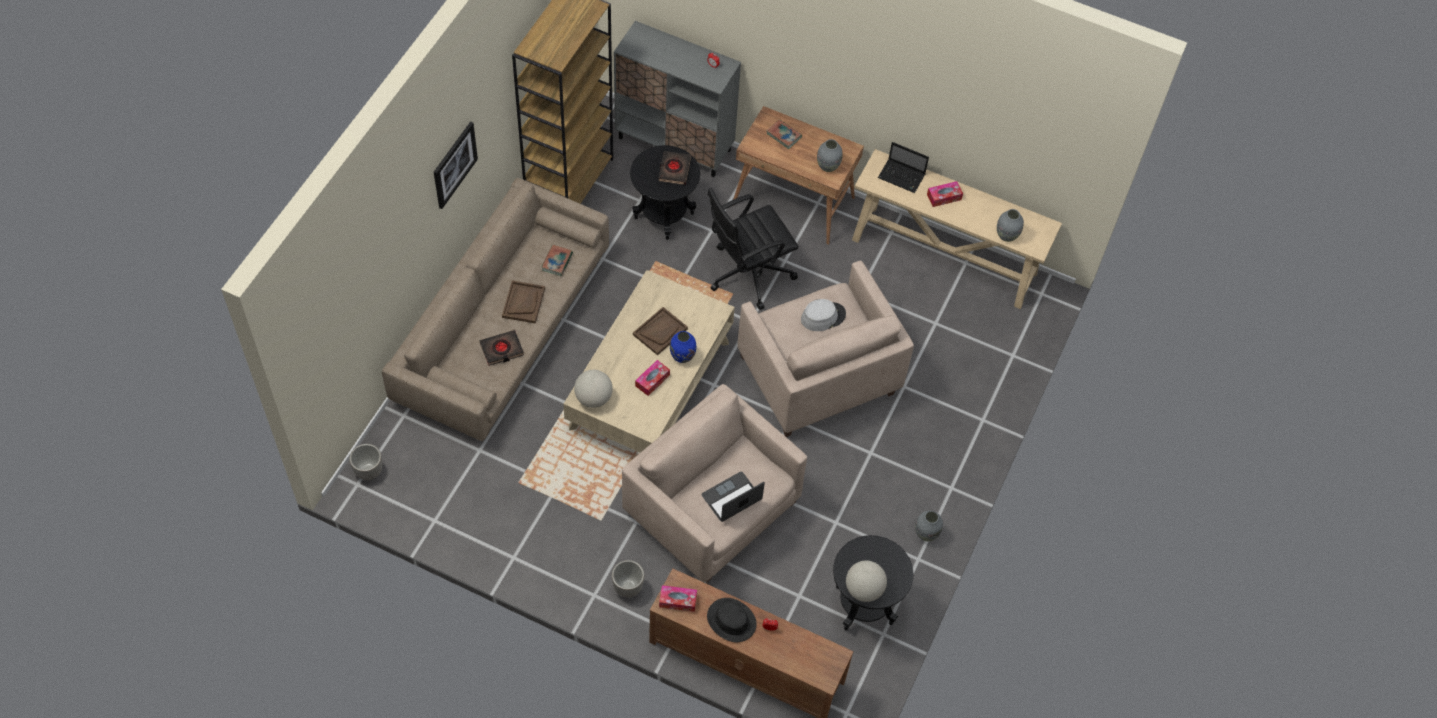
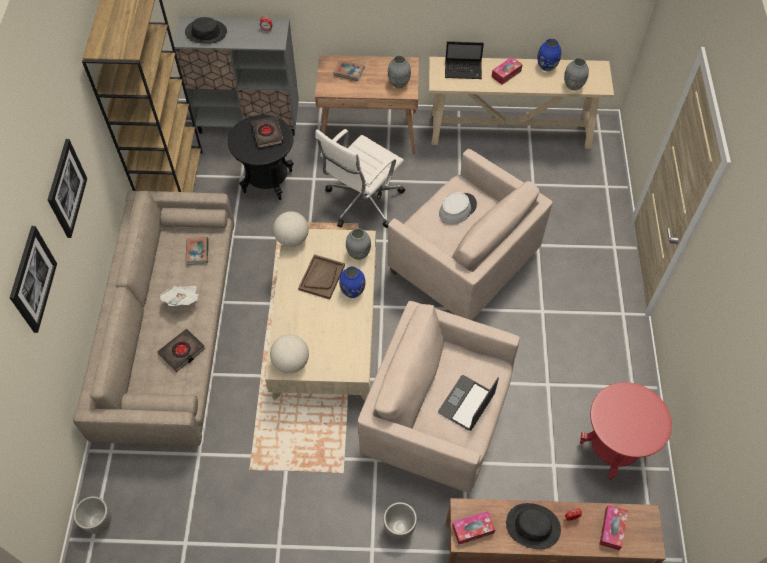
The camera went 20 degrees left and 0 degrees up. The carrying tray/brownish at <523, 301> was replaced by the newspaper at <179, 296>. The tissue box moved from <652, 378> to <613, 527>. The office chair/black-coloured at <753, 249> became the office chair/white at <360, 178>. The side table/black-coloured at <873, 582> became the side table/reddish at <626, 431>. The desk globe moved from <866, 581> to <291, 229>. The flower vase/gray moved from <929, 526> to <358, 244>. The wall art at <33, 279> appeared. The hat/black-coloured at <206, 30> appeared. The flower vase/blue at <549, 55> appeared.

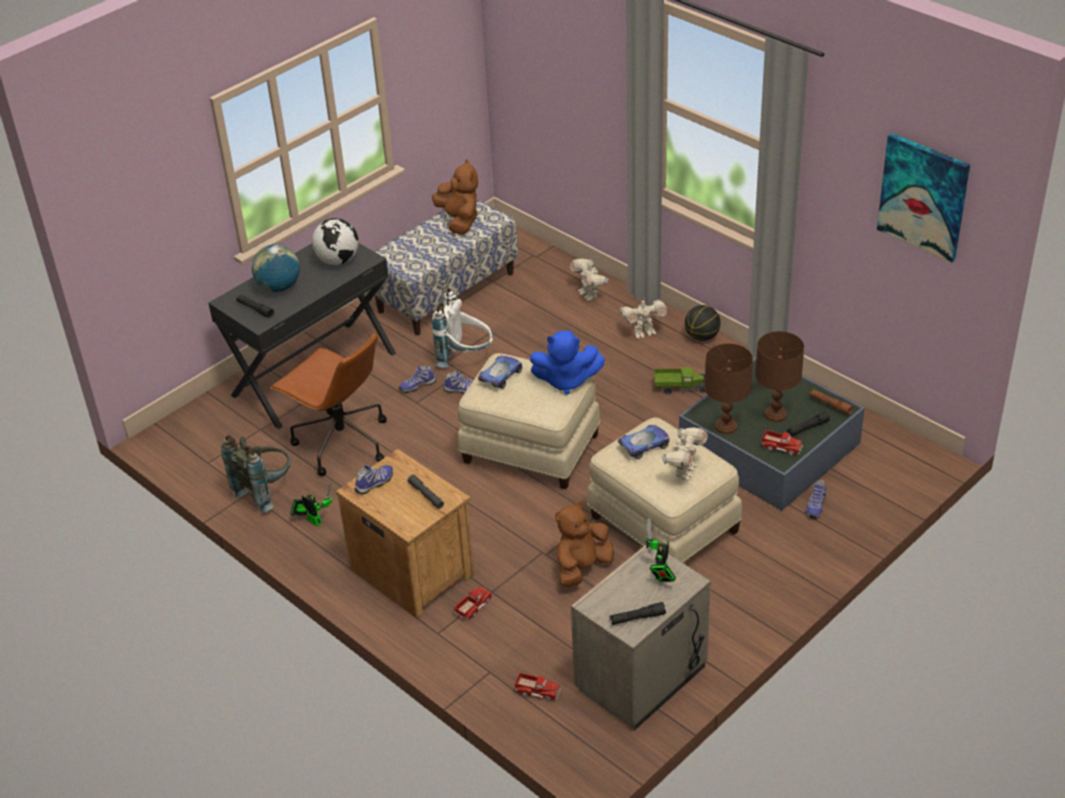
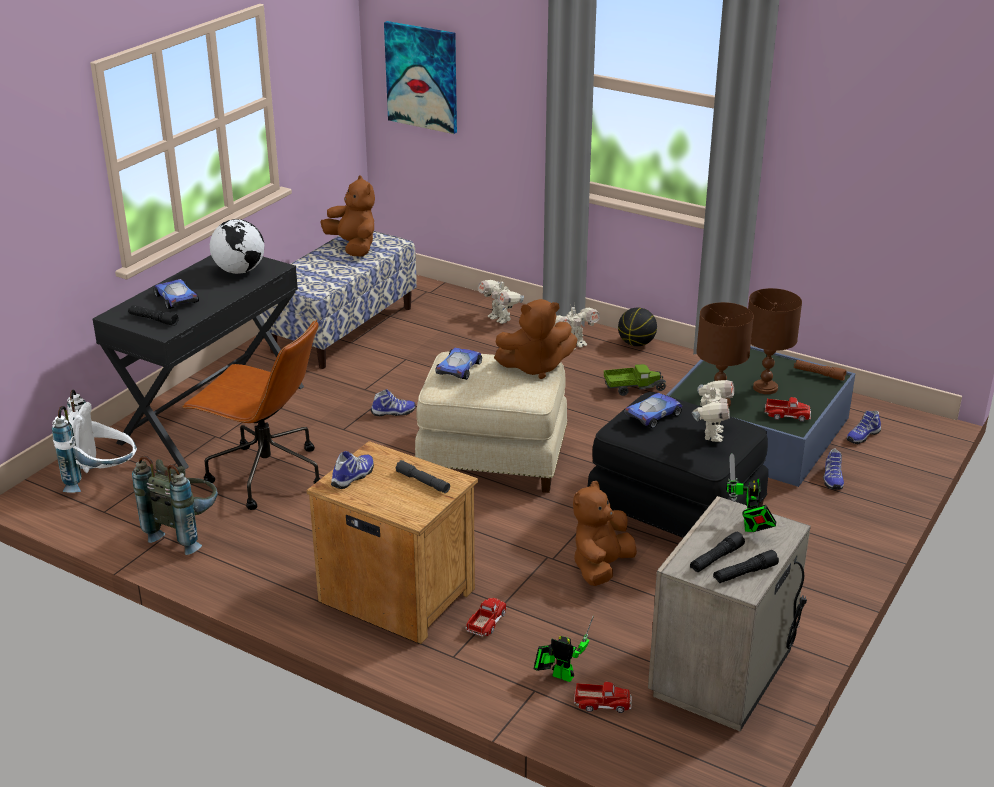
The camera went 15 degrees left and 10 degrees down. The desk globe at <276, 268> was replaced by the model car at <176, 294>. The model robot moved from <311, 505> to <563, 649>. The item of footwear moved from <417, 379> to <863, 427>. The knapsack/white moved from <462, 328> to <94, 441>. The soft toy/blue at <567, 363> became the soft toy/brownish at <535, 339>. The footrest/beige at <664, 490> became the footrest/black-coloured at <677, 465>. The torch/black-coloured moved from <808, 423> to <717, 552>. The wall art moved from <923, 198> to <420, 77>.

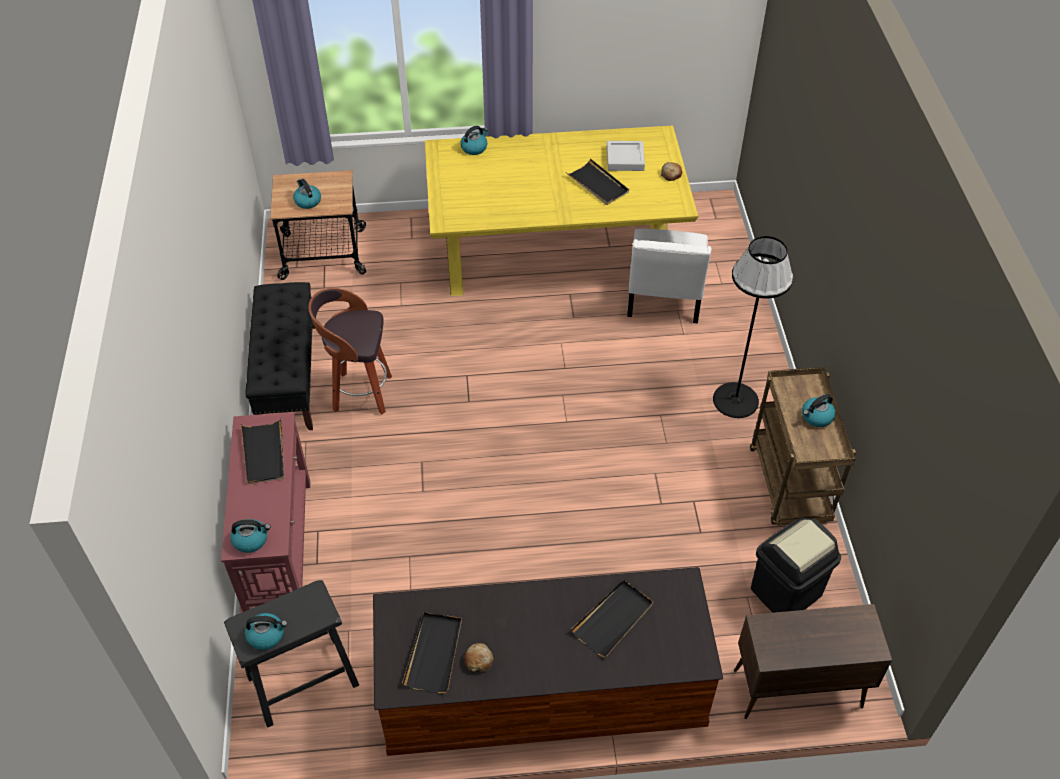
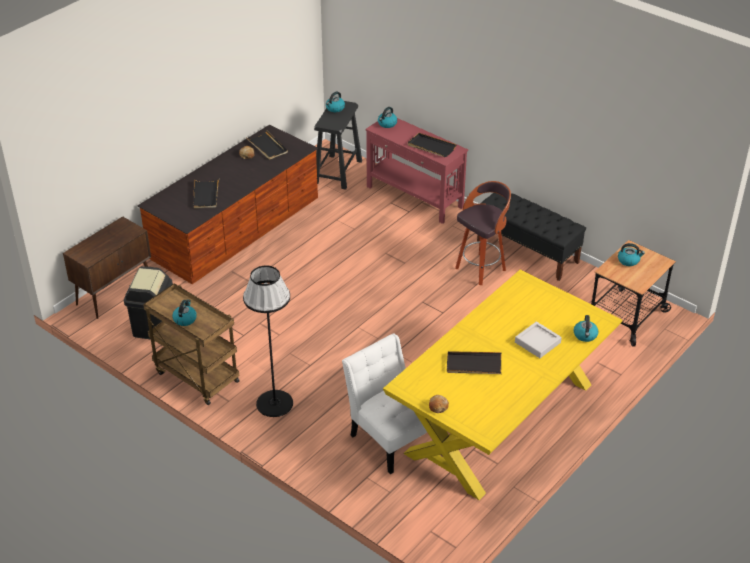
The camera went 135 degrees right and 10 degrees down. The carrying tray/gray moved from <626, 156> to <538, 339>.

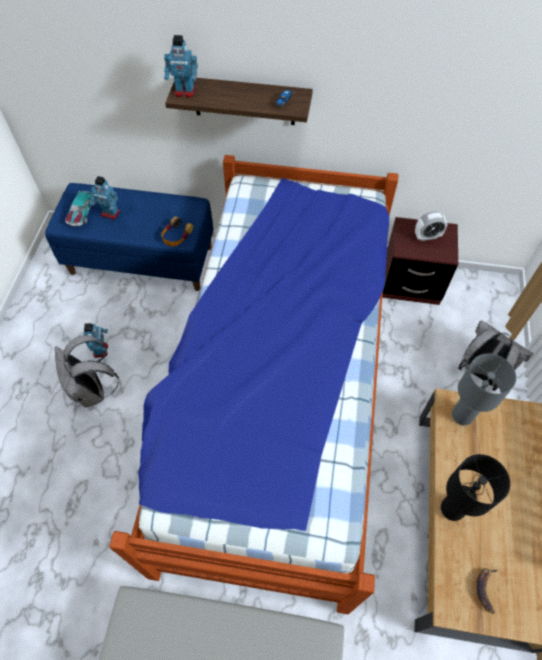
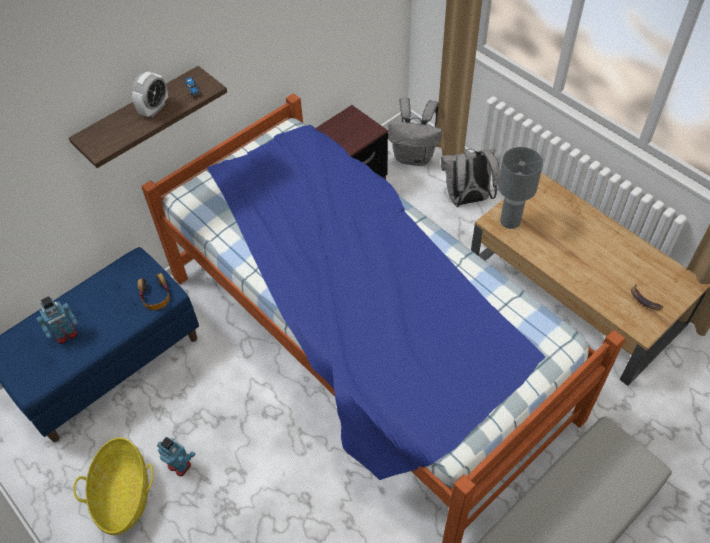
The camera went 50 degrees left and 5 degrees down. The knapsack/gray moved from <86, 371> to <415, 131>. The model car at <80, 209> disappeared. The model robot at <181, 66> disappeared. The alarm clock moved from <431, 226> to <150, 94>. The tabletop lamp/black-coloured at <475, 487> disappeared. The basket at <113, 486> appeared.

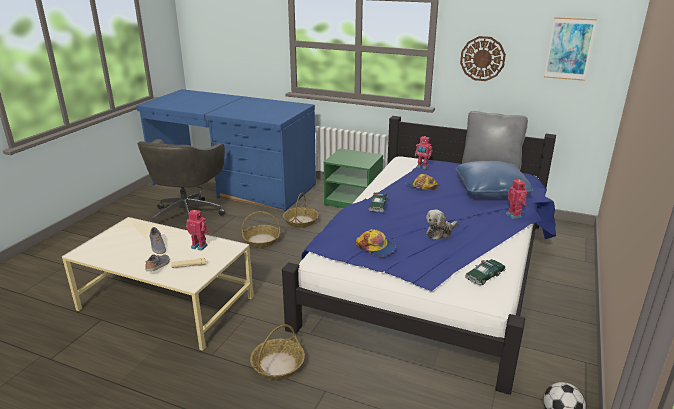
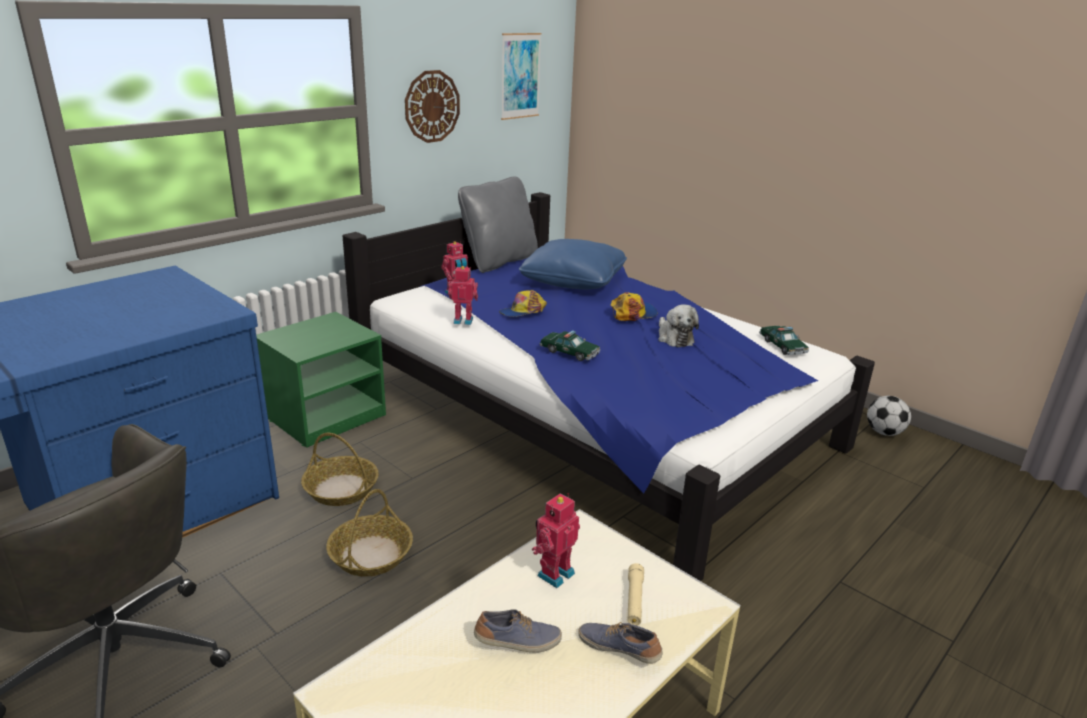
The camera went 70 degrees left and 0 degrees up. The basket at <277, 352> disappeared. The peaked cap moved from <376, 243> to <634, 306>. The model robot moved from <516, 198> to <463, 295>.

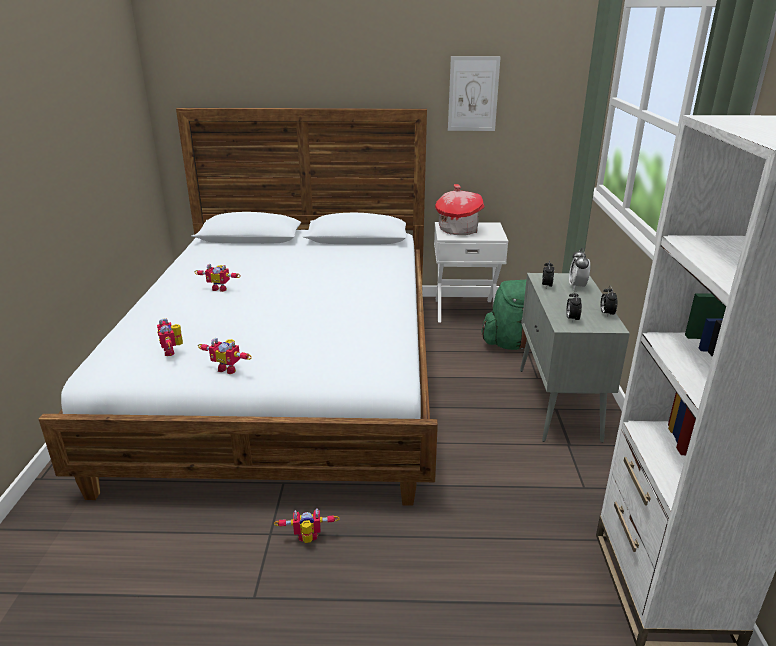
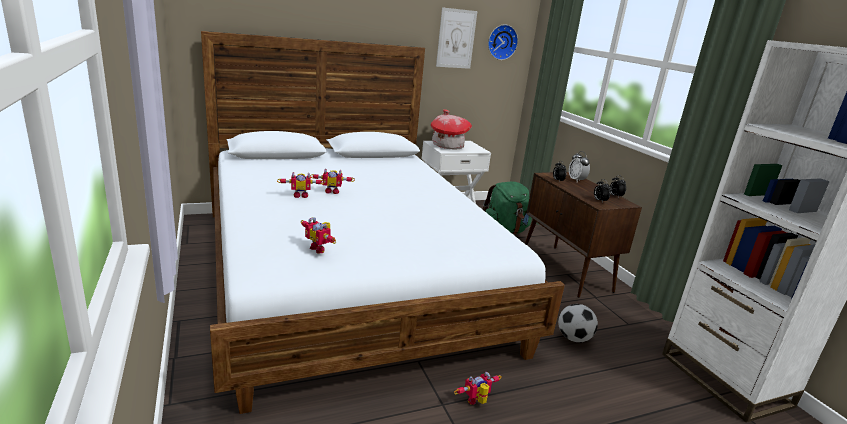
The camera went 25 degrees left and 5 degrees down. The model robot moved from <225, 356> to <332, 181>. The storage cabinet/gray at <575, 358> became the storage cabinet/brownish at <583, 235>. The clock on the wall at <503, 42> appeared. The ball for football at <578, 323> appeared.

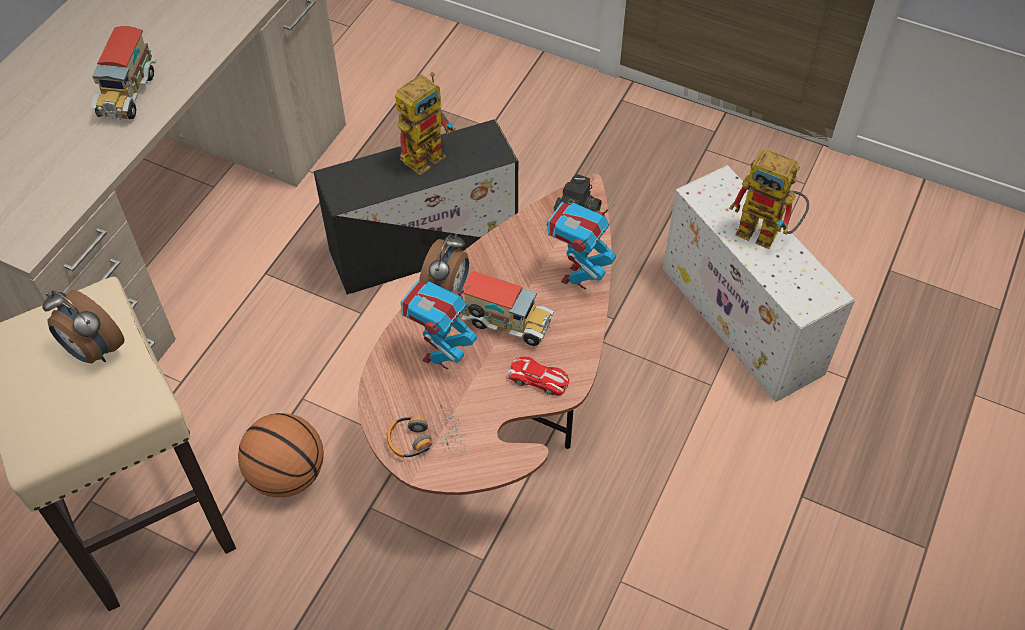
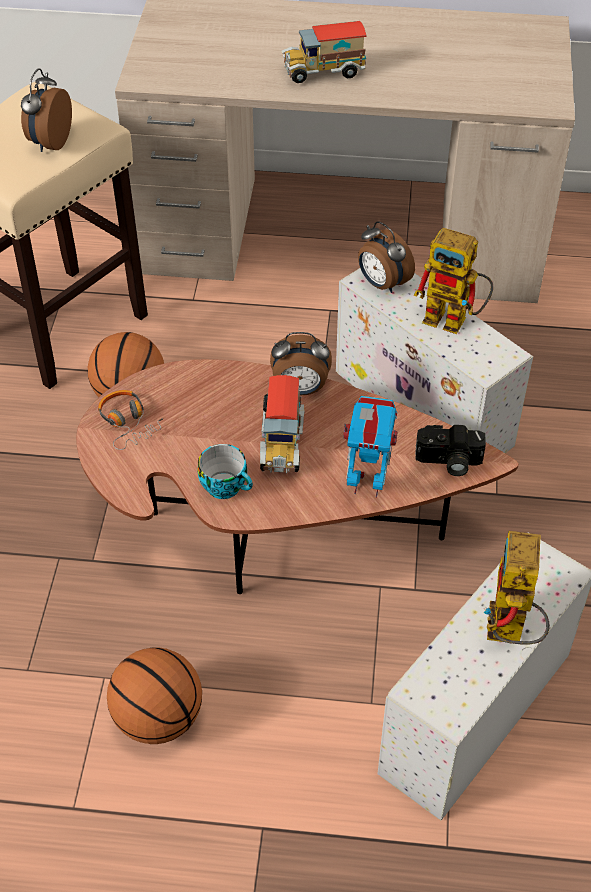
The camera went 70 degrees right and 5 degrees down. The storage box/black-coloured at <415, 206> became the storage box/white at <434, 360>. The model robot at <439, 324> disappeared. The model car at <537, 376> was replaced by the cup at <225, 471>. The basketball ball at <154, 695> appeared. The alarm clock at <386, 257> appeared.

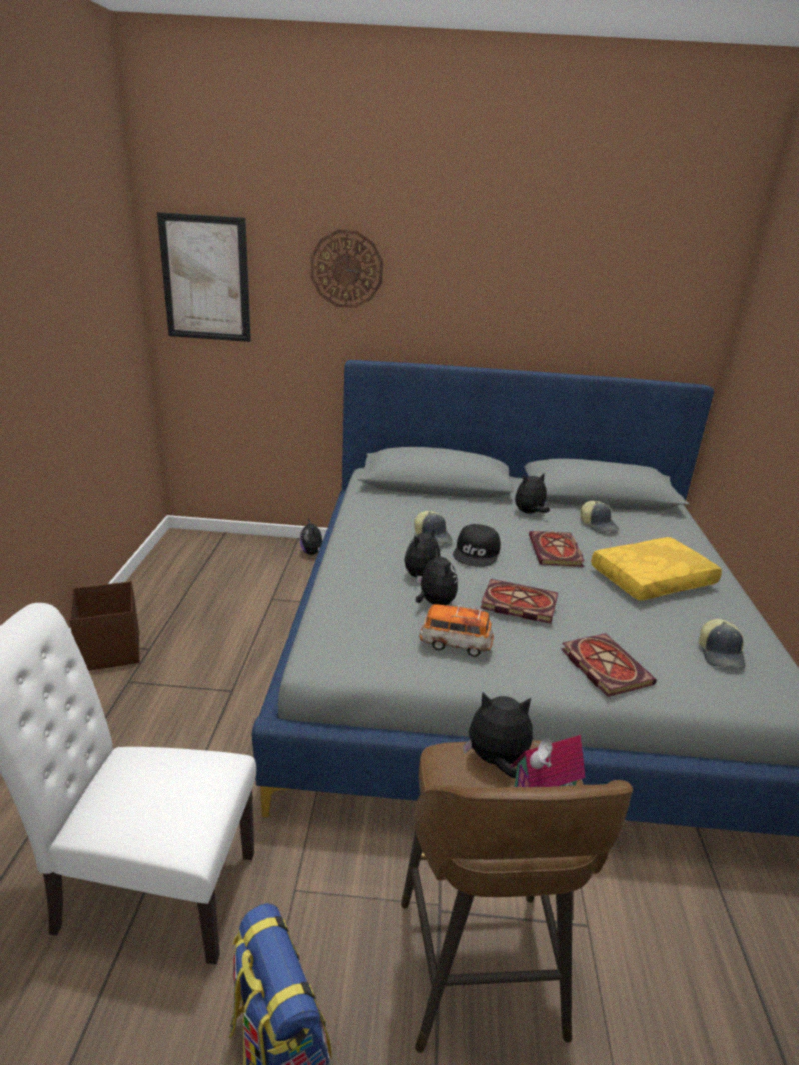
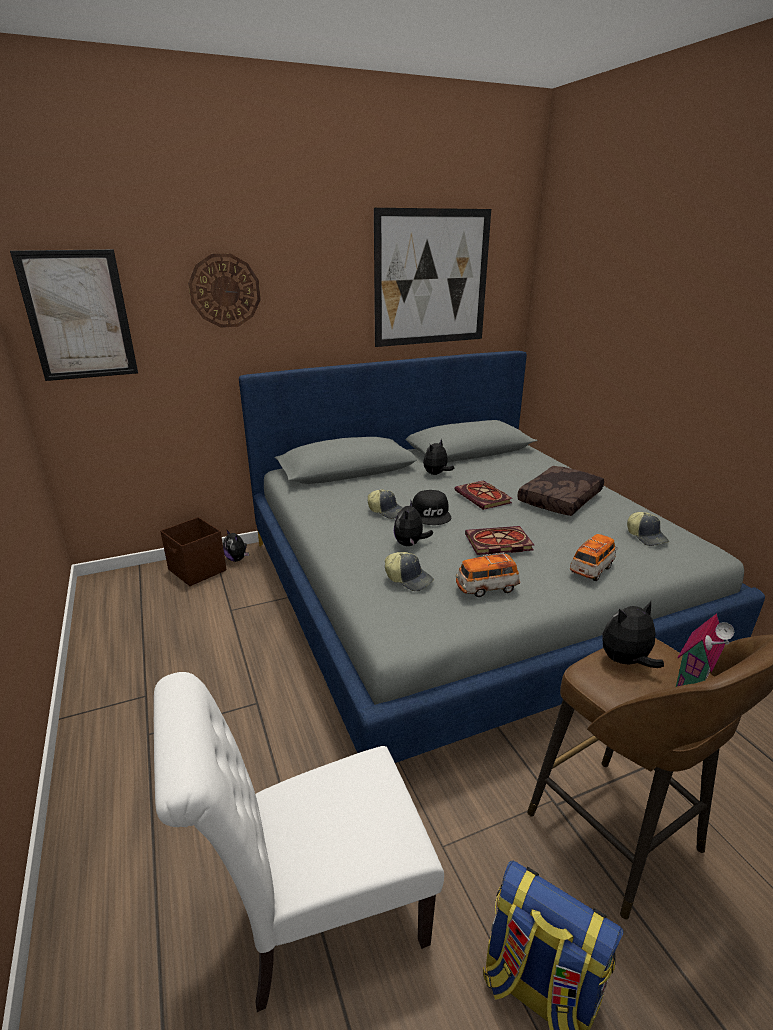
The camera went 25 degrees left and 0 degrees up. The storage box/brownish moved from <104, 626> to <193, 551>. The soft toy at <437, 576> disappeared. The bound book at <609, 665> was replaced by the model car at <593, 557>. The peaked cap moved from <599, 517> to <409, 571>. The pillow/yellow-coloured at <656, 569> became the pillow/brownish at <560, 491>. The wall art at <432, 277> appeared.

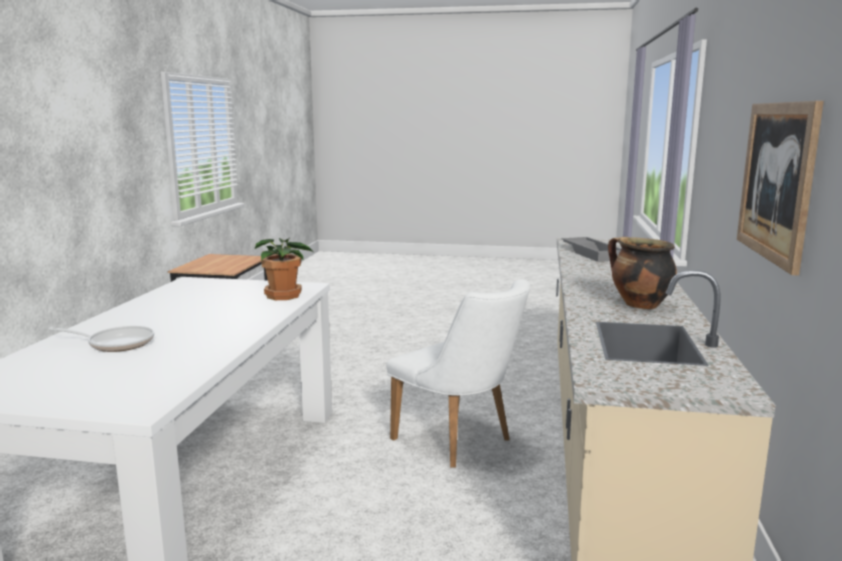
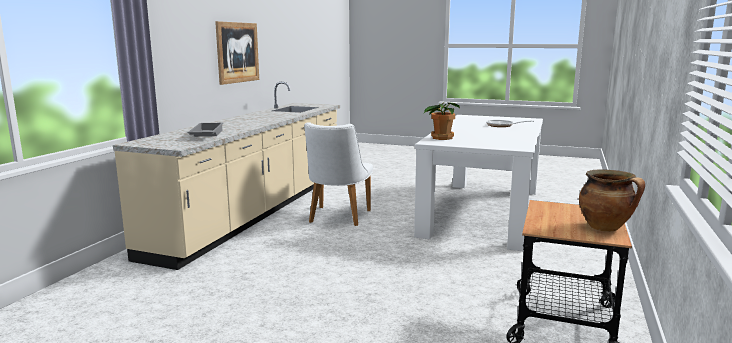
The camera went 170 degrees left and 0 degrees up. The plain chair/white at <458, 373> turned 135 degrees counterclockwise. The cooking pot moved from <642, 273> to <612, 201>.

